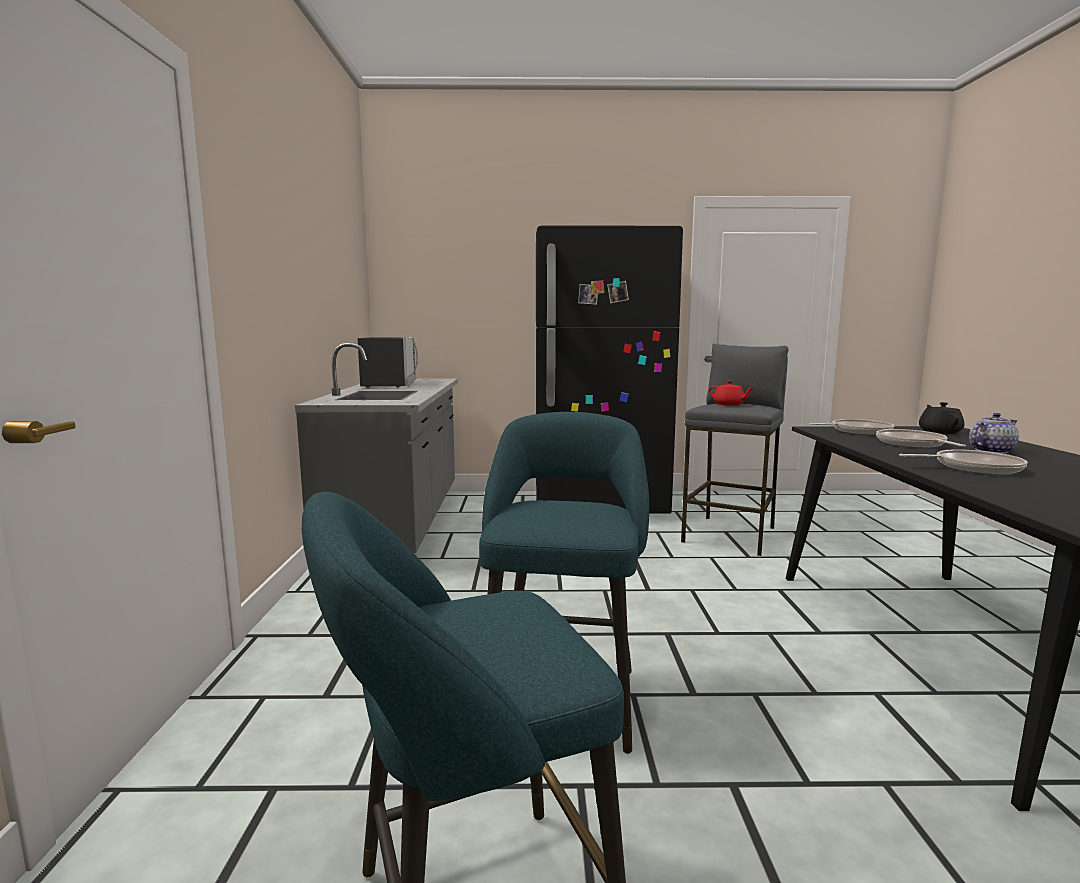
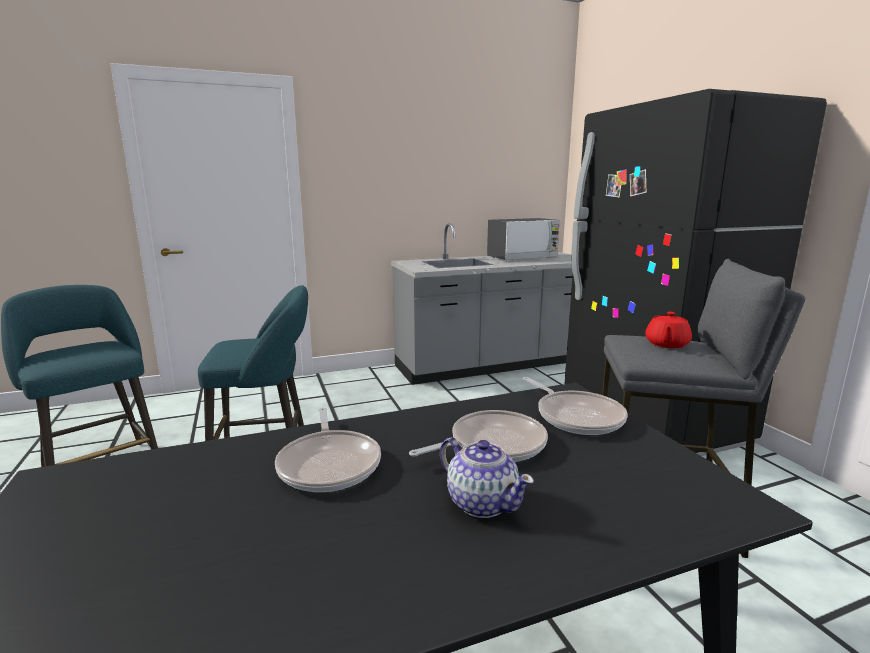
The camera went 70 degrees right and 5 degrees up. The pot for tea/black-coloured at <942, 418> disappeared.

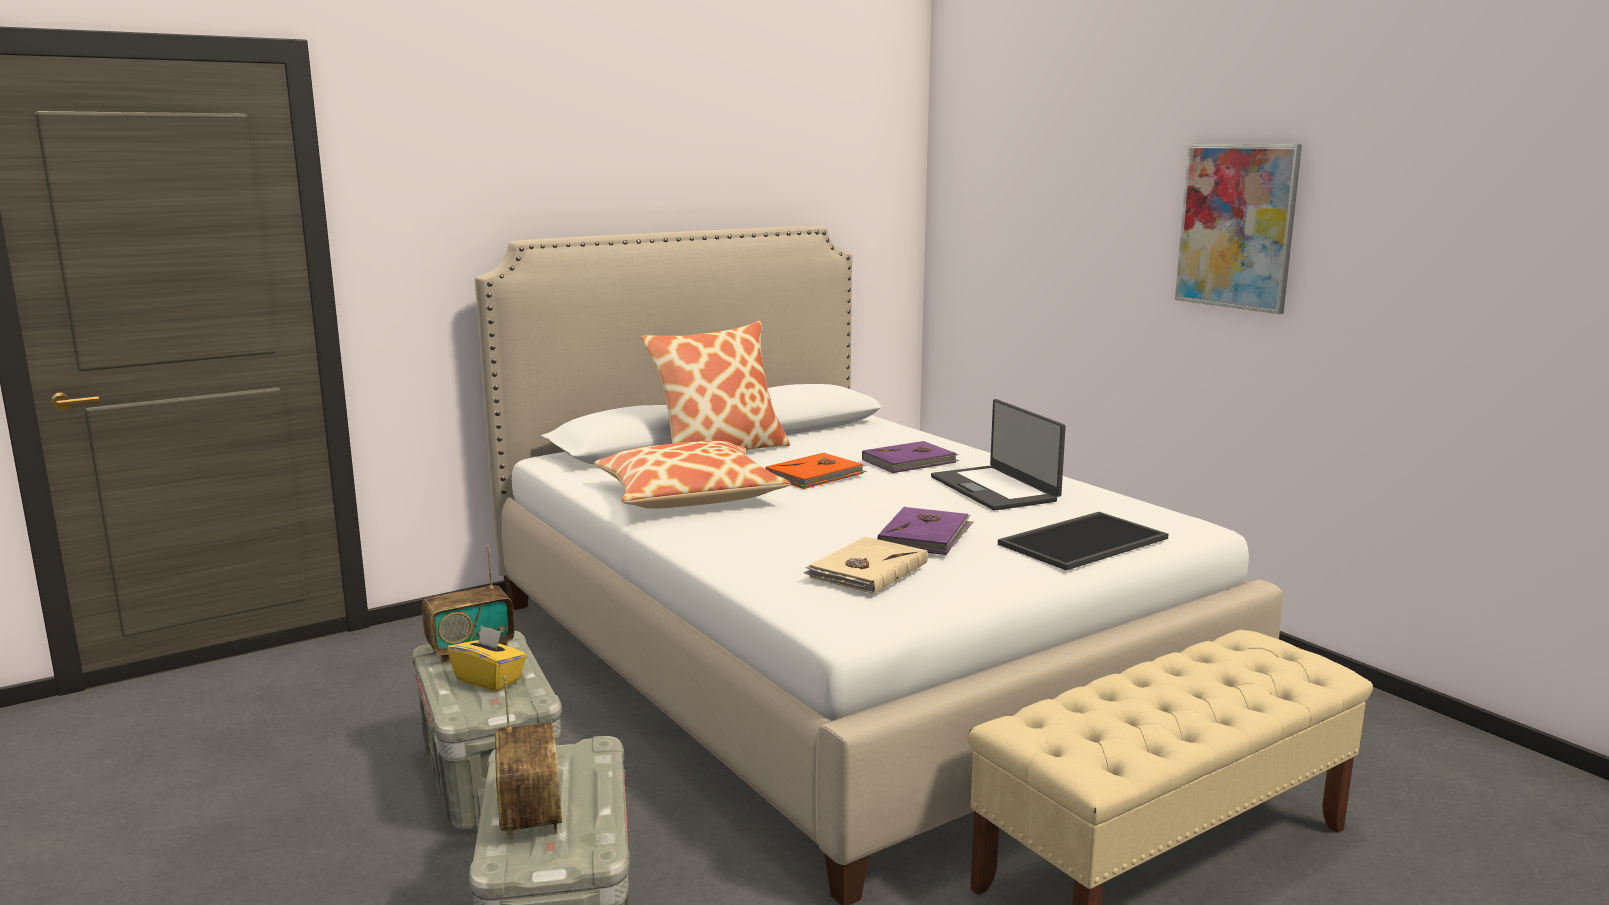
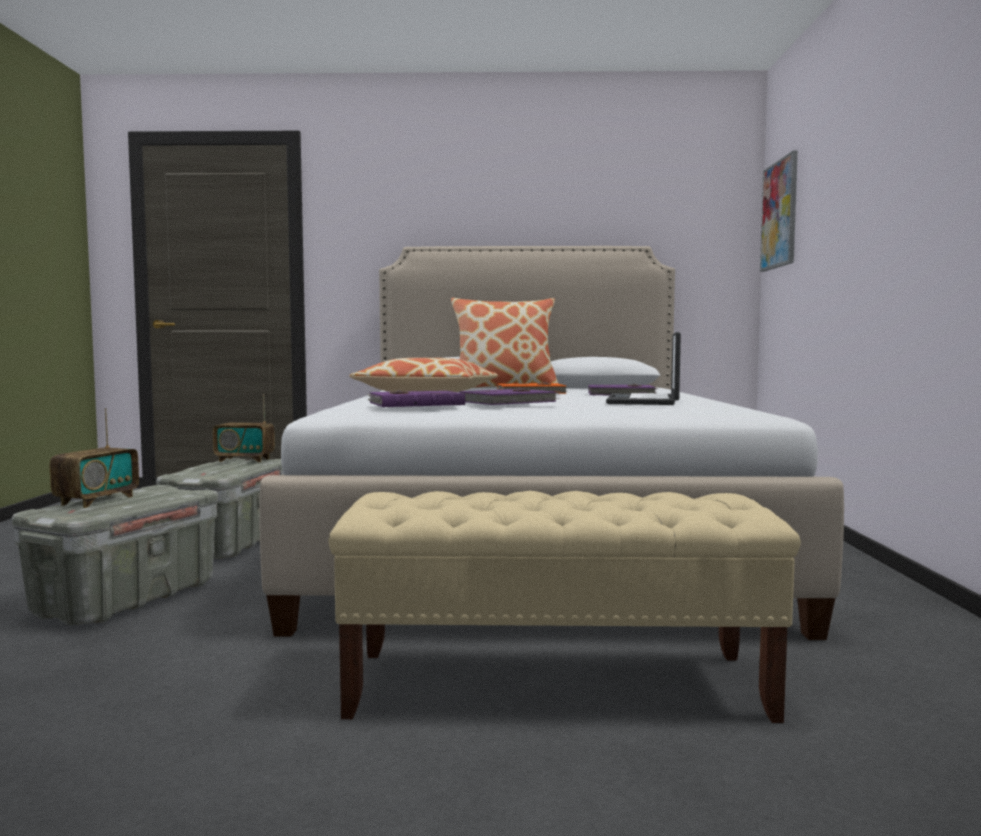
The camera went 35 degrees right and 10 degrees down. The tissue box/yellow-coloured at <487, 658> disappeared. The bound book/beige at <865, 565> became the bound book/purplish at <416, 398>. The carrying tray at <1083, 541> disappeared. The wall art moved from <1238, 229> to <779, 211>.

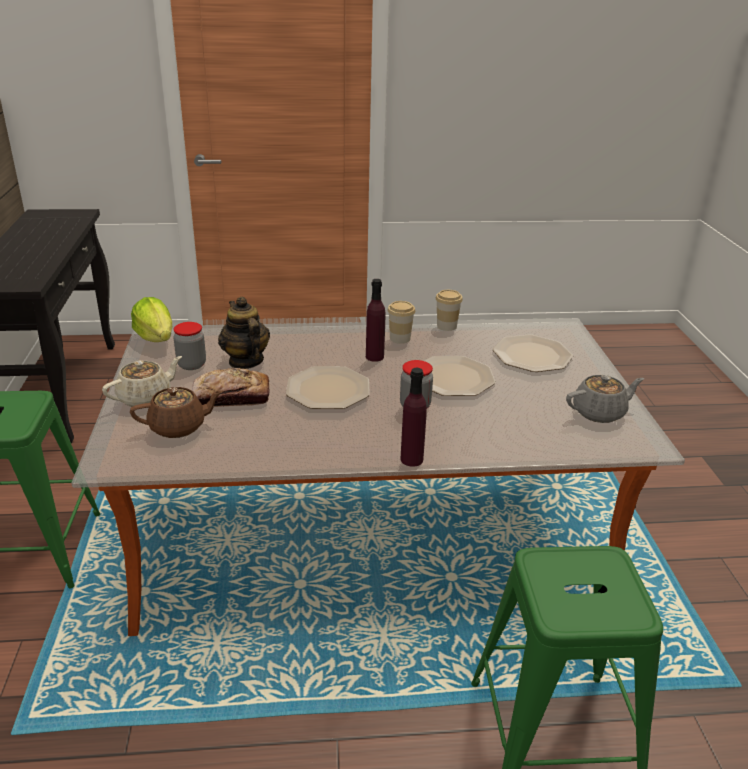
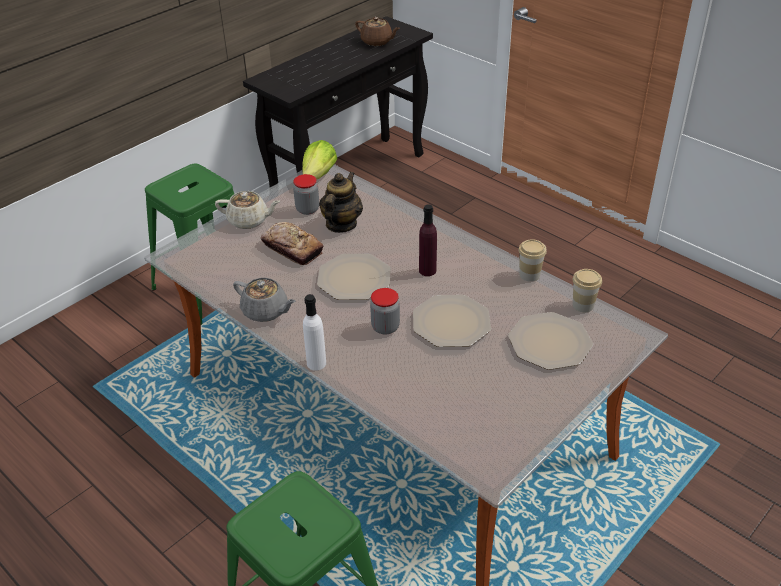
The camera went 50 degrees right and 10 degrees up. The pot for tea/brownish moved from <176, 412> to <377, 31>. The cup moved from <401, 322> to <587, 290>. The beverage bottle/purplish at <413, 417> became the beverage bottle/white at <314, 332>. The pot for tea/gray moved from <605, 399> to <264, 300>.

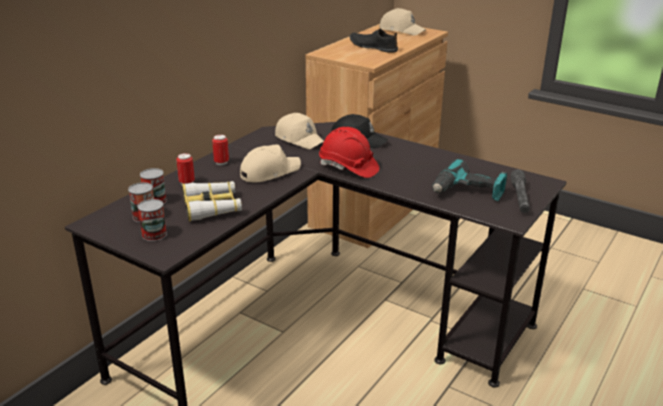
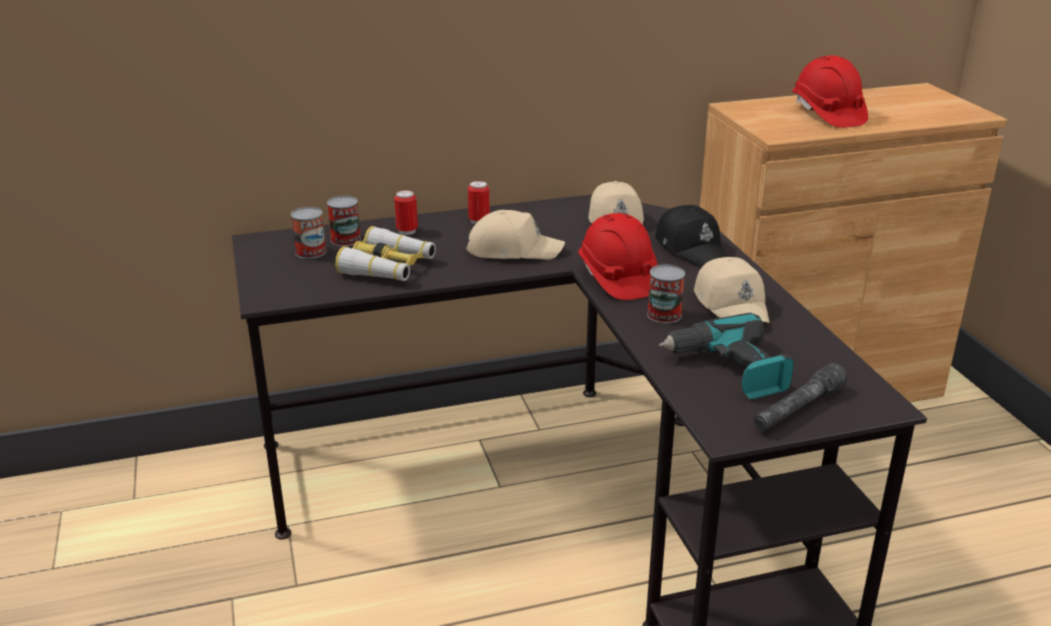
The camera went 40 degrees right and 0 degrees up. The can moved from <152, 220> to <666, 294>. The item of footwear/black-coloured at <373, 41> was replaced by the work helmet/reddish at <830, 91>. The peaked cap/beige moved from <402, 22> to <732, 290>.

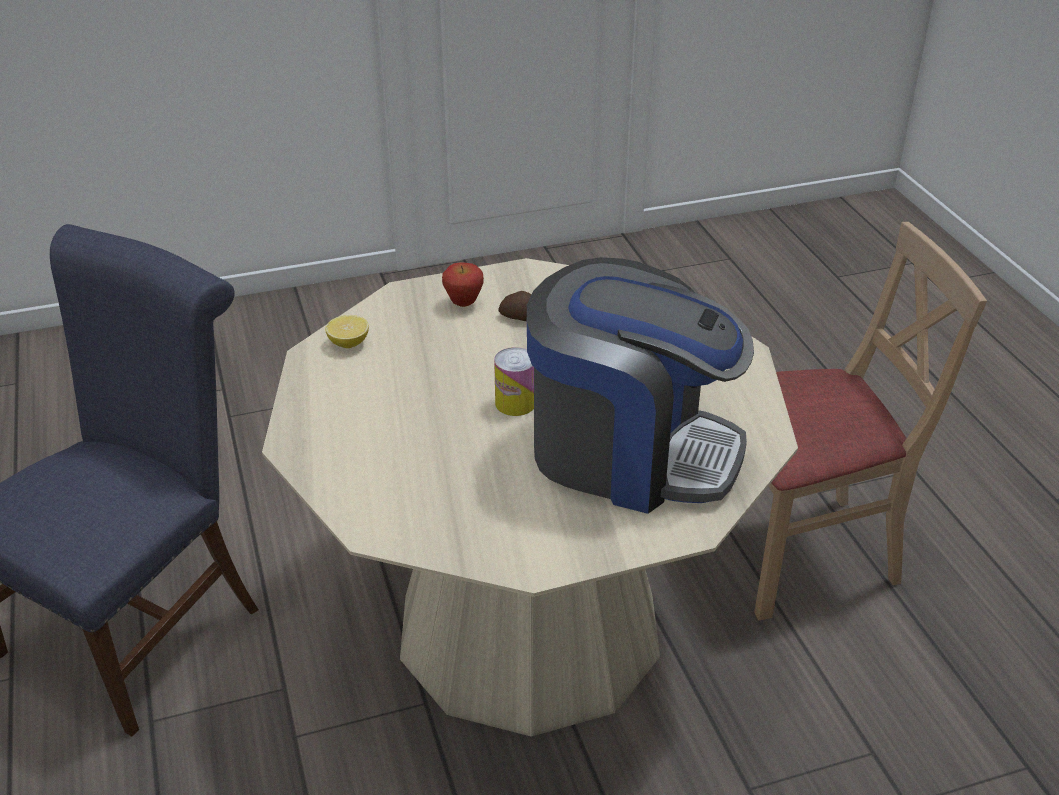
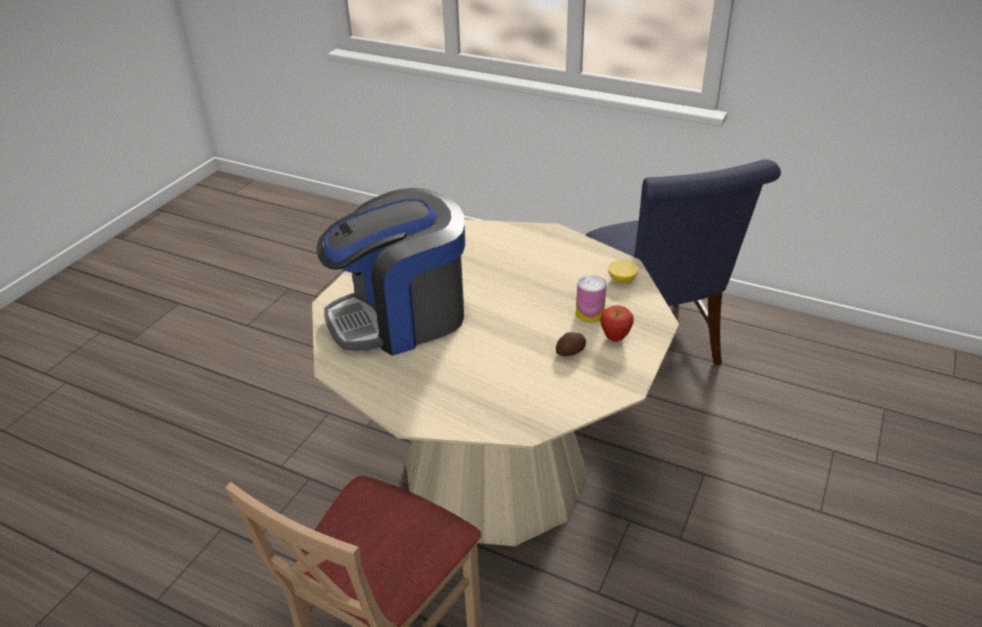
The camera went 135 degrees right and 0 degrees up. The can moved from <514, 381> to <591, 299>.

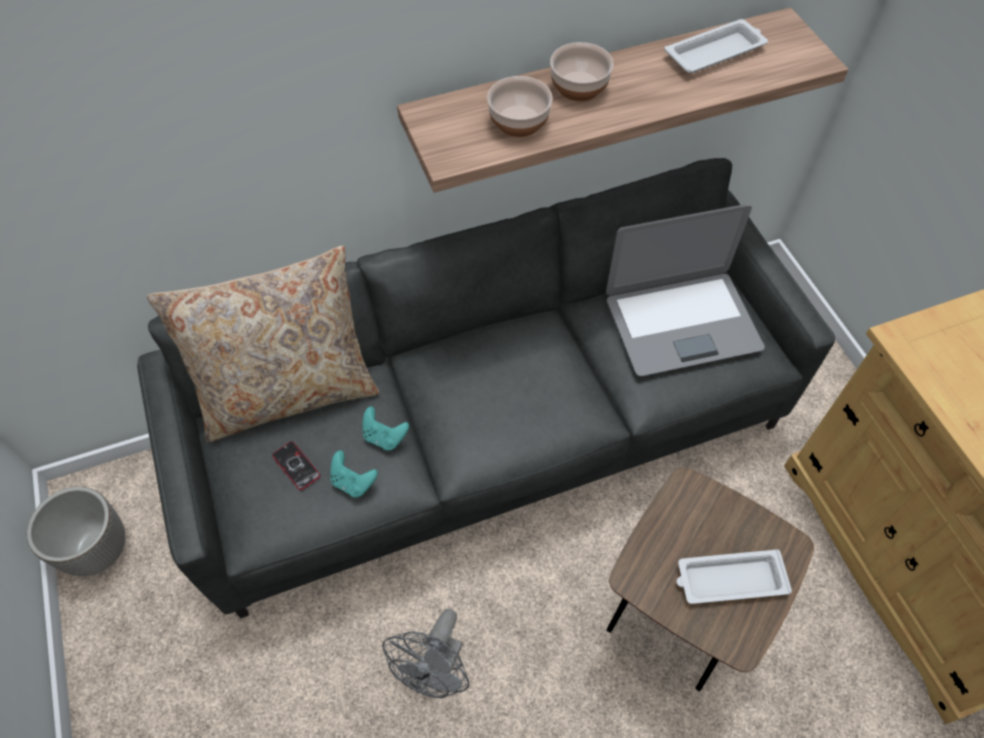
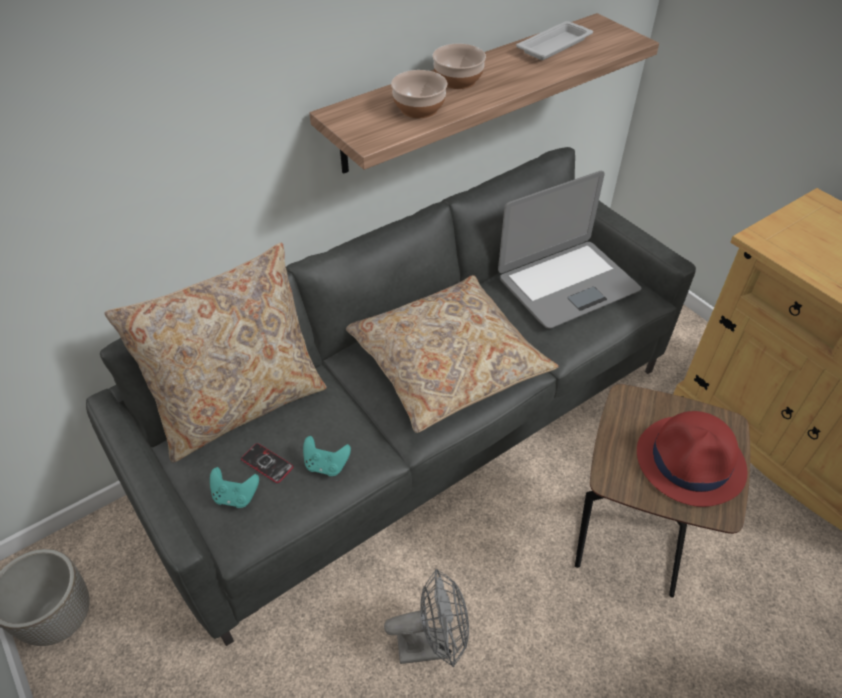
The camera went 15 degrees left and 10 degrees down. The joypad/blue-green moved from <385, 428> to <234, 487>. The fan/gray at <425, 653> turned 105 degrees counterclockwise. The carrying tray/white at <734, 576> was replaced by the hat/reddish at <692, 459>. The pillow/beige at <452, 354> appeared.

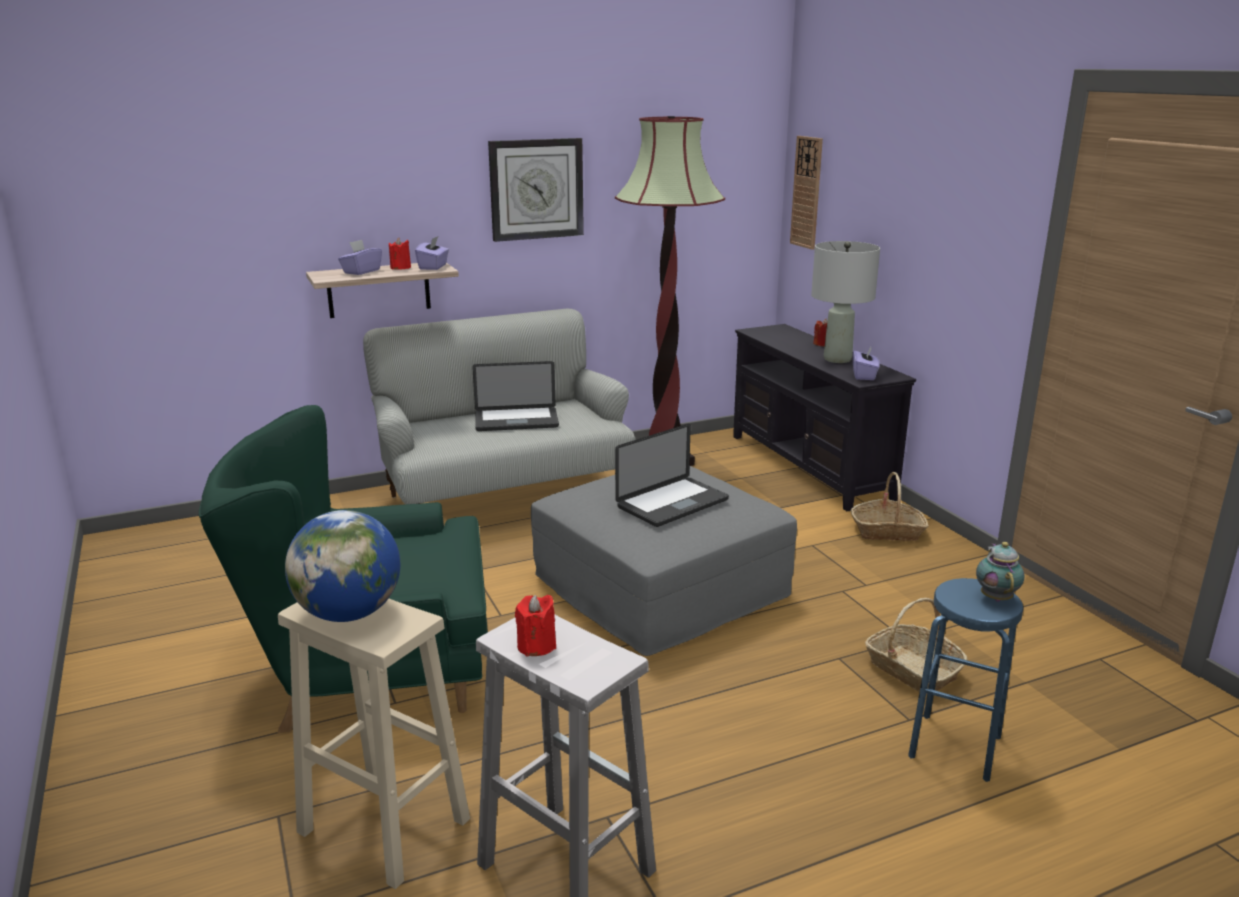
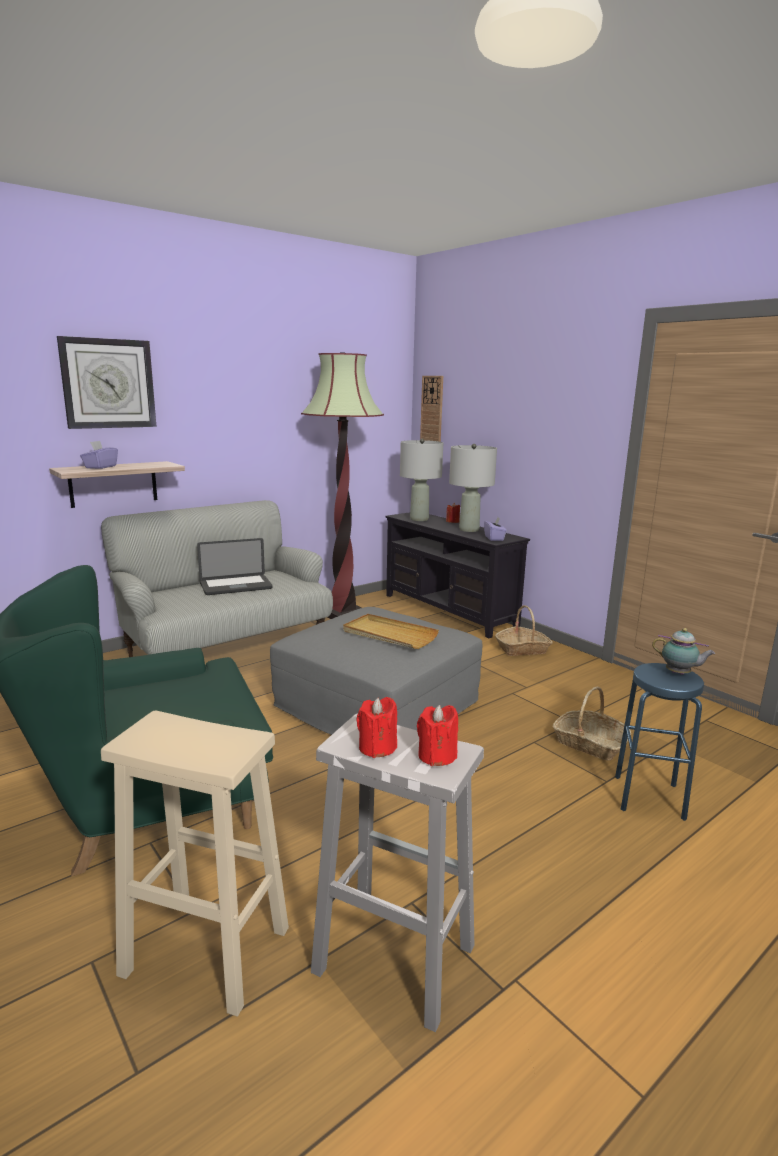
The camera went 15 degrees left and 5 degrees down. The desk globe at <342, 566> disappeared. The wax candle/reddish moved from <400, 253> to <437, 735>. The tissue box/purplish at <432, 253> disappeared. The clock on the wall moved from <536, 190> to <106, 382>. The notebook computer at <672, 475> was replaced by the carrying tray/beige at <391, 631>. The pot for tea at <1000, 572> turned 135 degrees clockwise. The tabletop lamp/gray at <421, 480> appeared.

